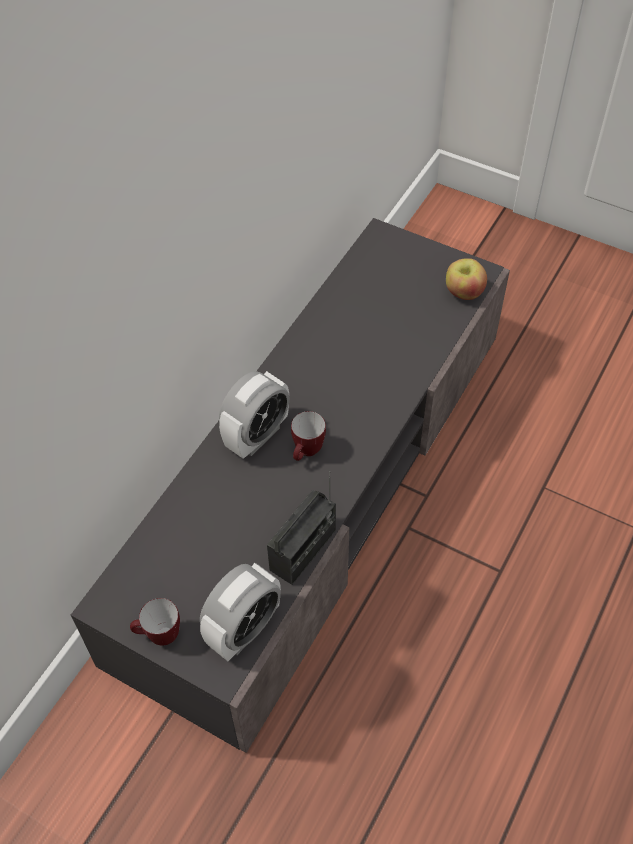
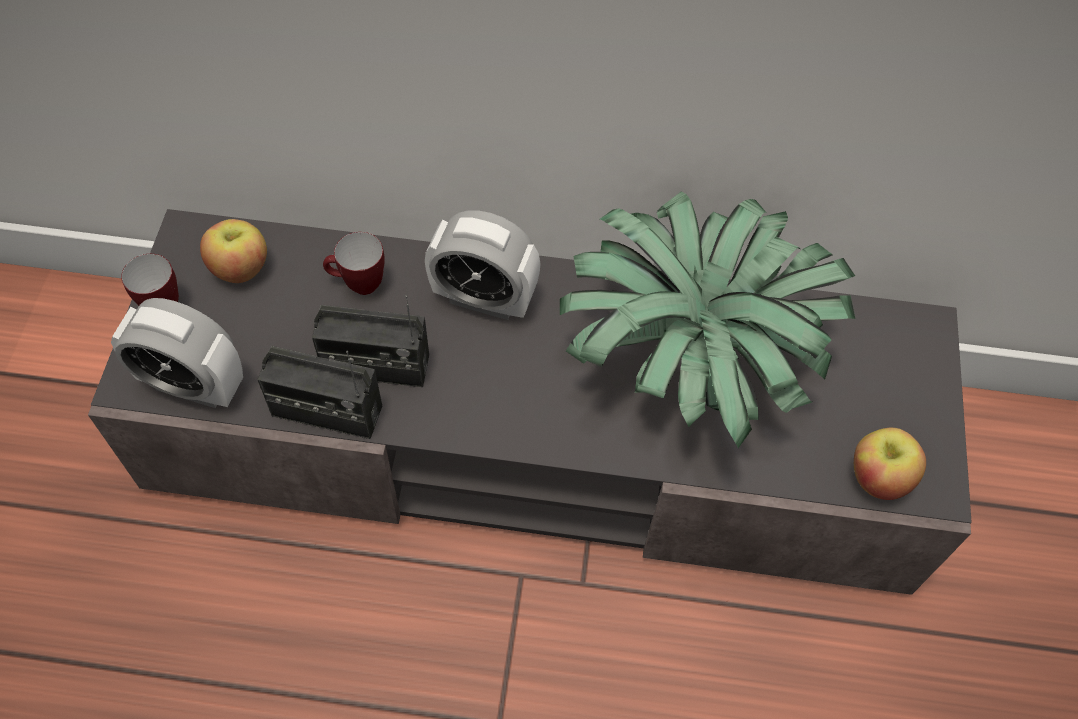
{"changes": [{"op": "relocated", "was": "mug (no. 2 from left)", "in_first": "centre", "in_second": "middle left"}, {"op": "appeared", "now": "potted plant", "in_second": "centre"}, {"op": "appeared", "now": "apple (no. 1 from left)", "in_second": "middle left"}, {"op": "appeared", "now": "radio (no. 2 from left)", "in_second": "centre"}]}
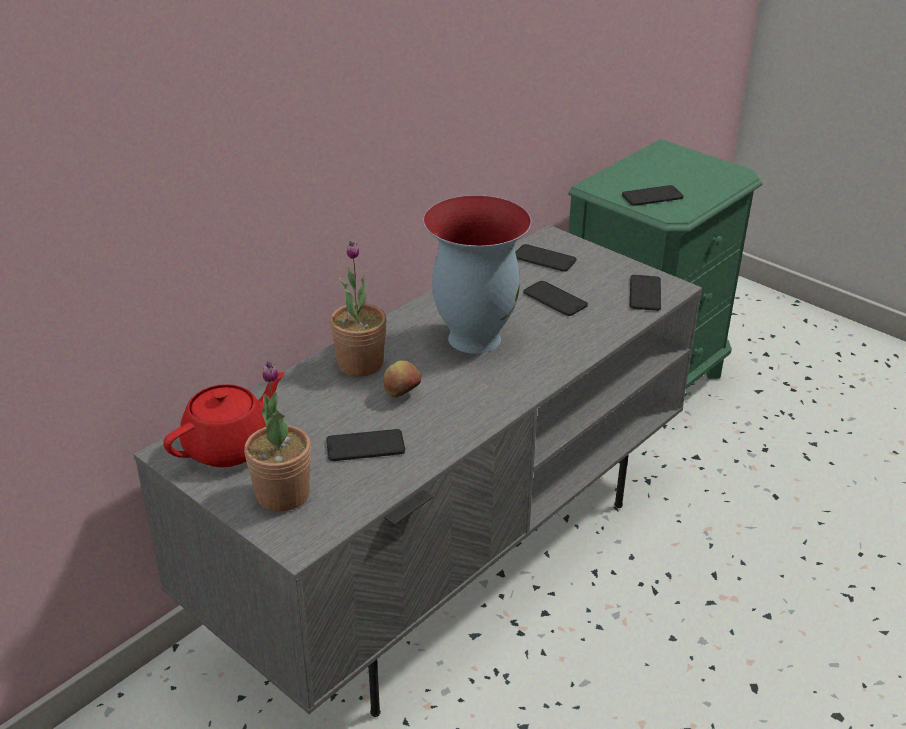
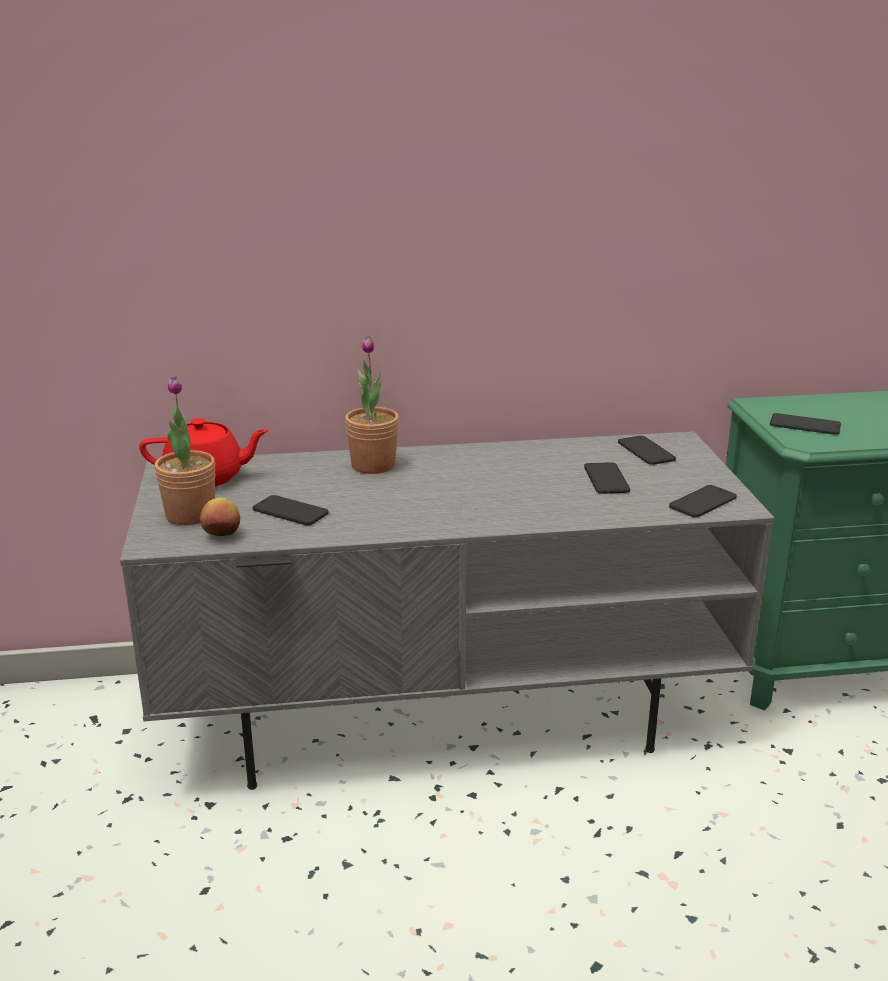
{"changes": [{"op": "missing", "was": "vase", "in_first": "centre"}, {"op": "relocated", "was": "apple", "in_first": "centre", "in_second": "middle left"}]}
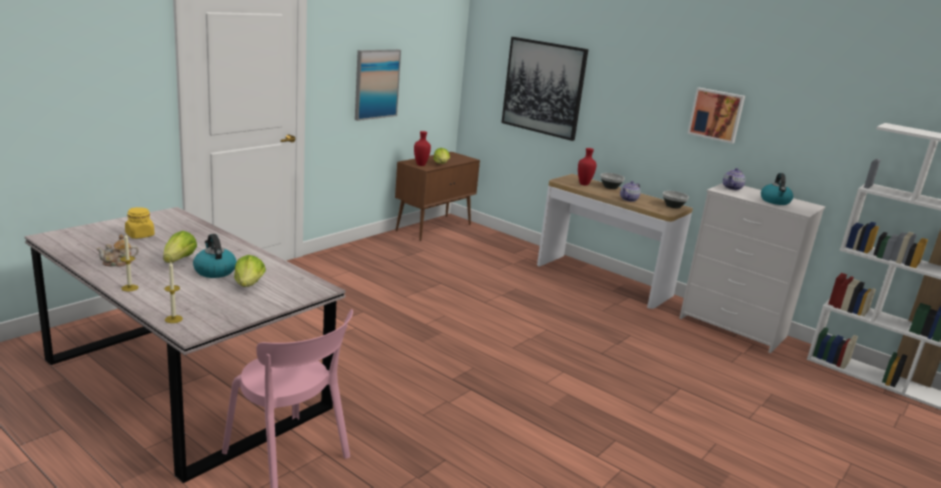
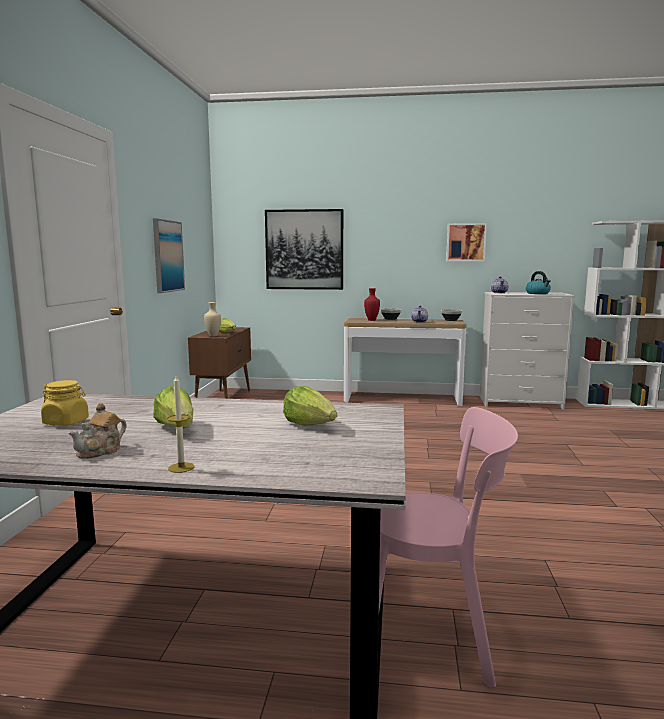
{"changes": [{"op": "colour", "was": "vase/red (no. 1 from left)", "now": "vase/beige", "in_first": "top centre", "in_second": "middle left"}, {"op": "missing", "was": "kettle (no. 1 from left)", "in_first": "middle left"}, {"op": "missing", "was": "candle (no. 2 from left)", "in_first": "middle left"}]}
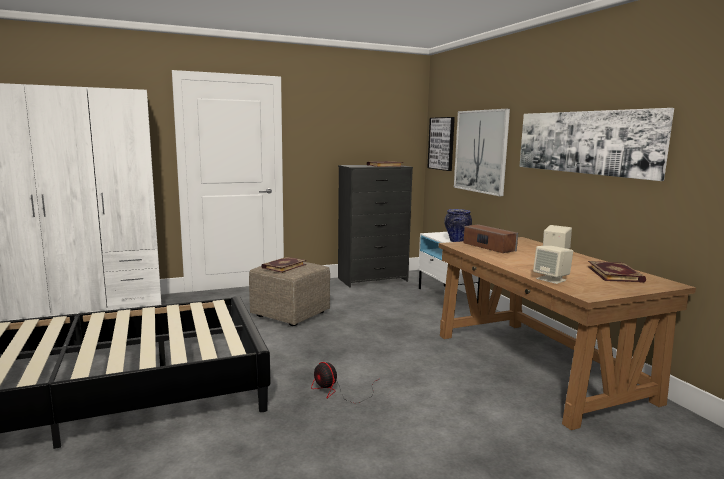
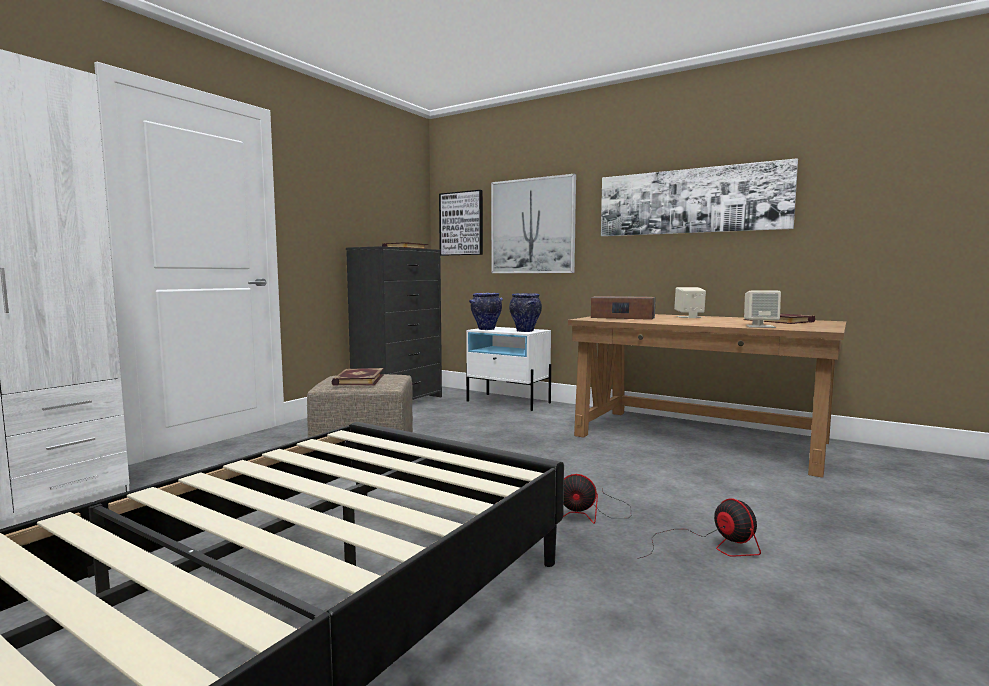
{"changes": [{"op": "appeared", "now": "vase (no. 1 from left)", "in_second": "centre"}, {"op": "appeared", "now": "fan (no. 2 from left)", "in_second": "bottom right"}]}
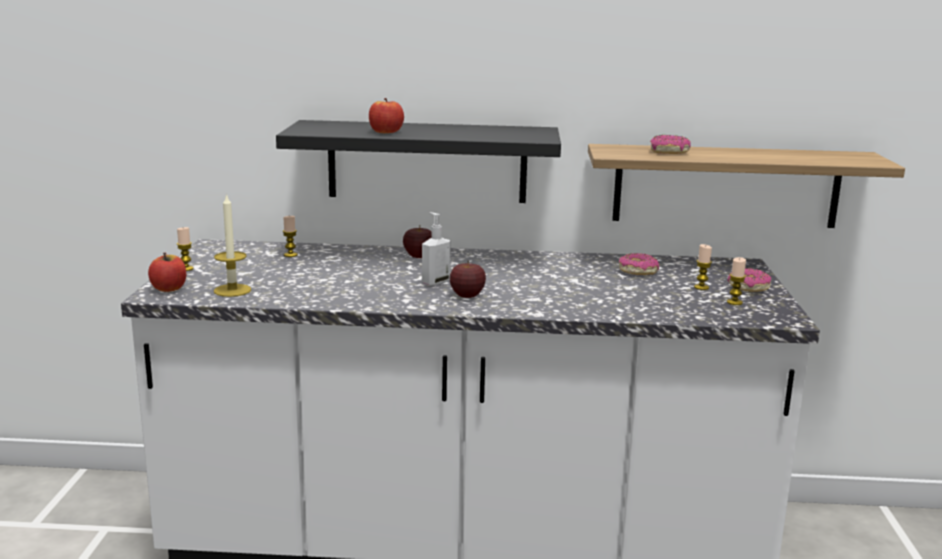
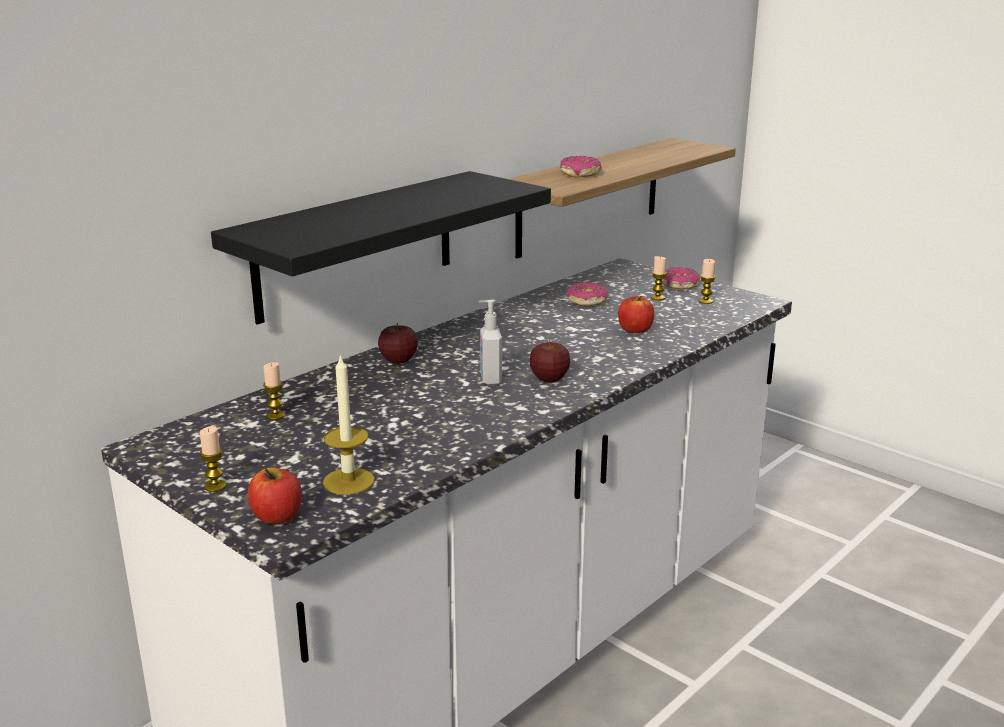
{"changes": [{"op": "relocated", "was": "apple (no. 2 from left in the first image)", "now": "apple (no. 4 from left)", "in_first": "top centre", "in_second": "centre"}]}
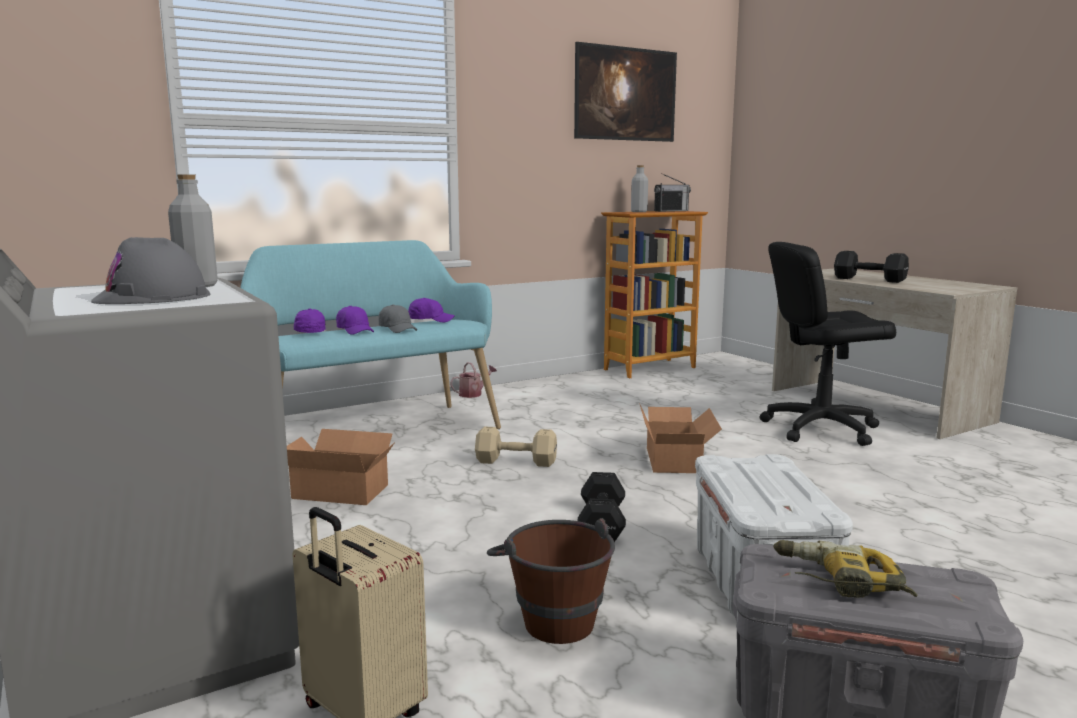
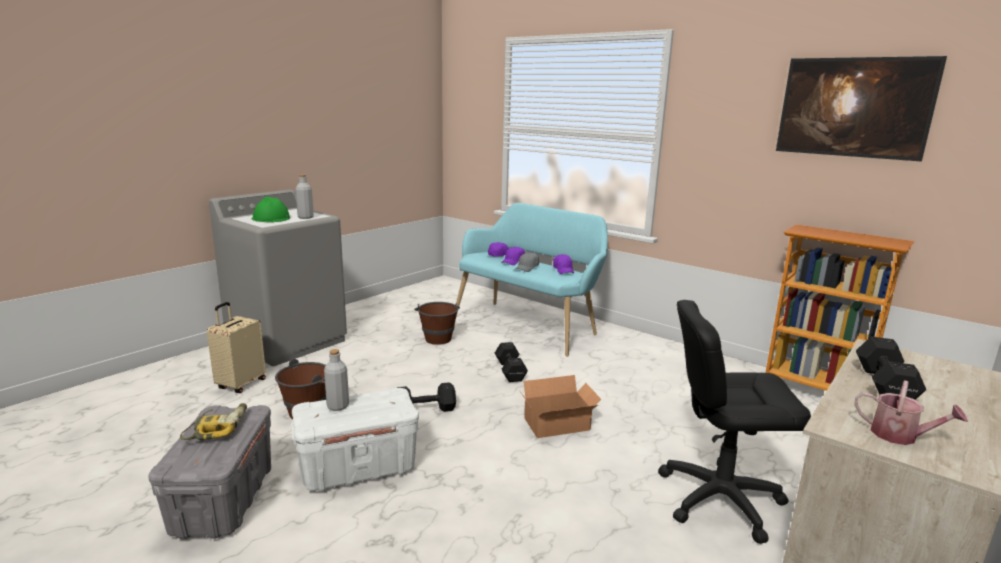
{"changes": [{"op": "relocated", "was": "bottle/grey (no. 2 from left)", "in_first": "top centre", "in_second": "bottom centre"}, {"op": "missing", "was": "radio", "in_first": "top centre"}, {"op": "colour", "was": "hard hat/grey", "now": "hard hat/green", "in_first": "middle left", "in_second": "middle left"}, {"op": "spun", "was": "office chair/black", "in_first": "middle right", "in_second": "bottom right", "clockwise": -60}, {"op": "relocated", "was": "watering can", "in_first": "centre", "in_second": "bottom right"}, {"op": "colour", "was": "dumbbell/beige", "now": "dumbbell/black (no. 2 from left)", "in_first": "centre", "in_second": "centre"}, {"op": "exchanged", "was": "cardboard box (no. 1 from left)", "now": "bucket/brown (no. 2 from left)", "in_first": "middle left", "in_second": "centre"}]}
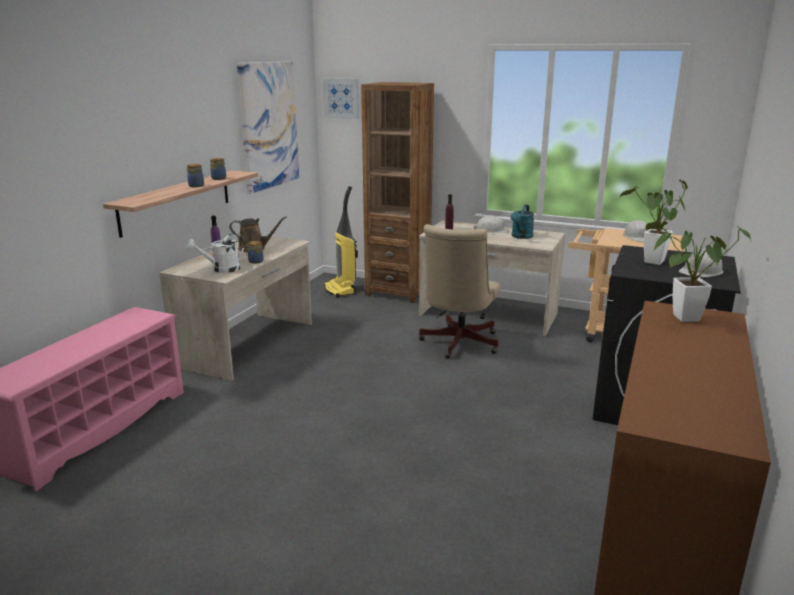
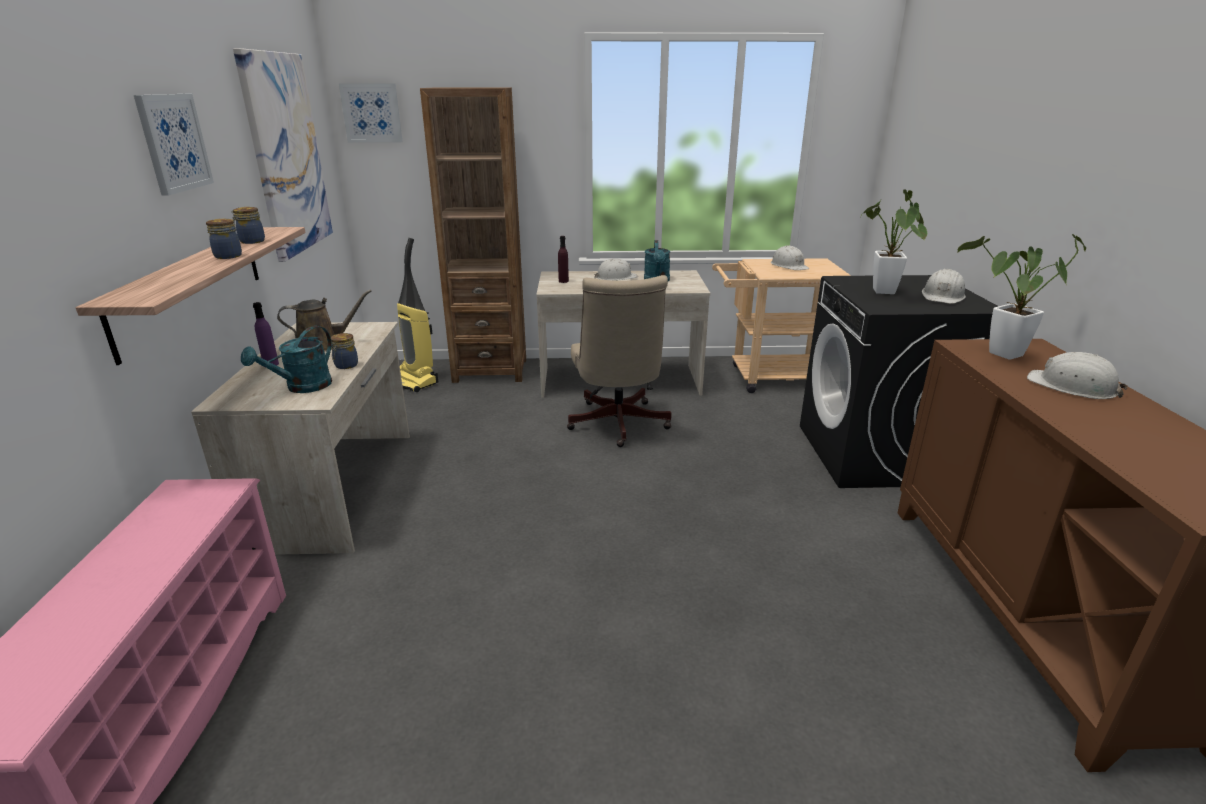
{"changes": [{"op": "colour", "was": "watering can/white", "now": "watering can/turquoise (no. 1 from left)", "in_first": "middle left", "in_second": "middle left"}, {"op": "appeared", "now": "picture (no. 1 from left)", "in_second": "top left"}, {"op": "appeared", "now": "hard hat/white (no. 4 from left)", "in_second": "middle right"}]}
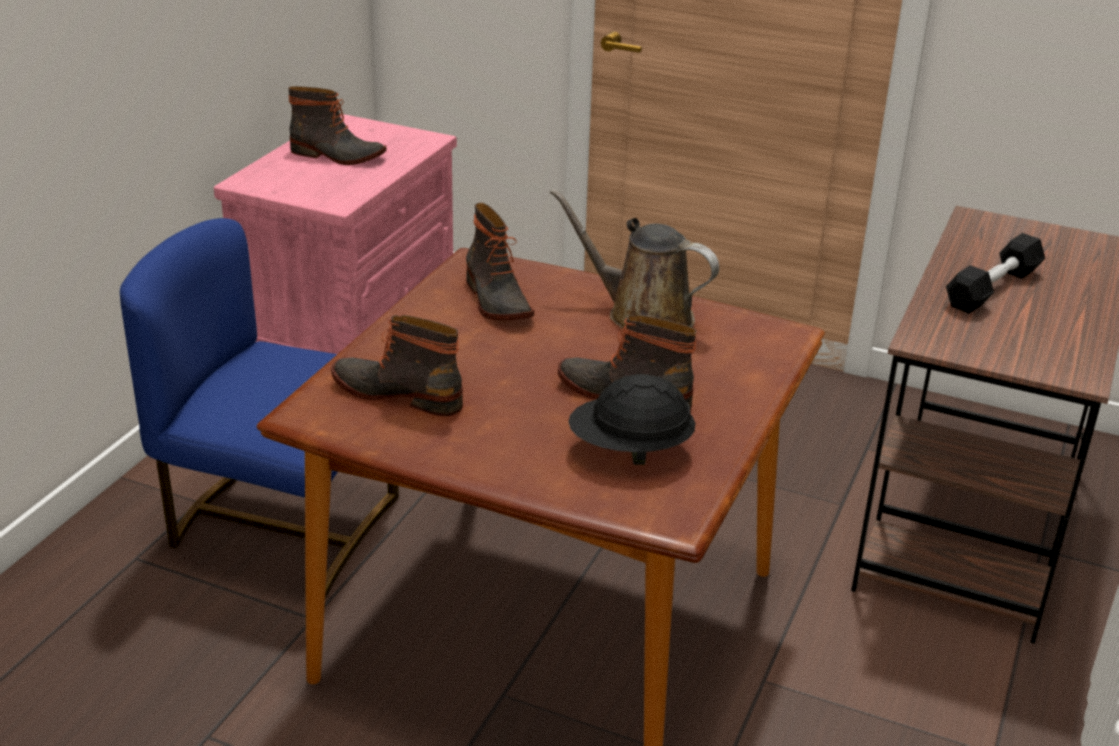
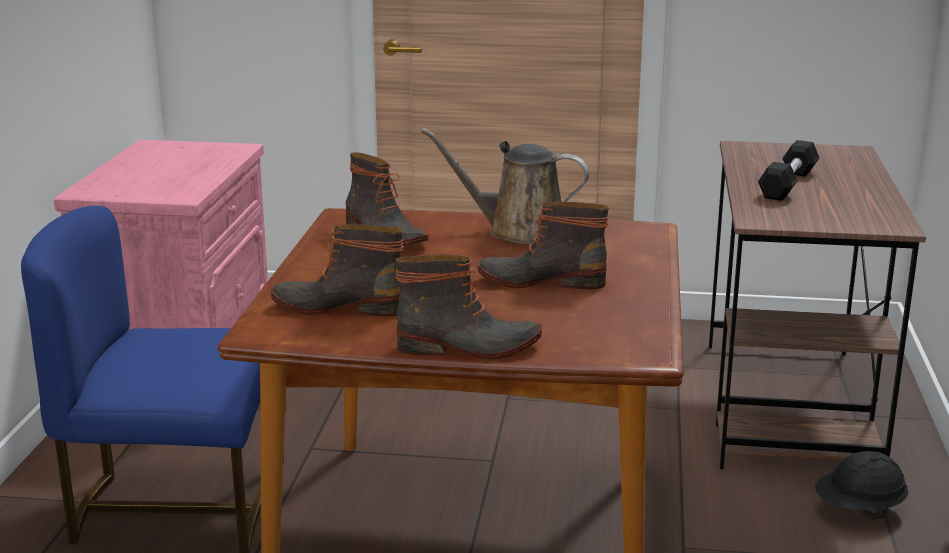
{"changes": [{"op": "relocated", "was": "boot (no. 1 from left in the first image)", "now": "boot (no. 3 from left)", "in_first": "top left", "in_second": "centre"}, {"op": "relocated", "was": "hard hat/black", "in_first": "centre", "in_second": "bottom right"}]}
